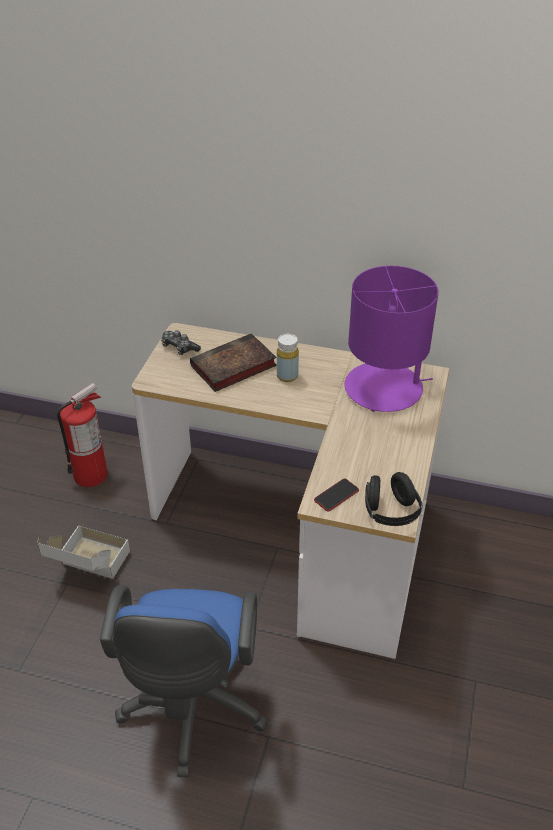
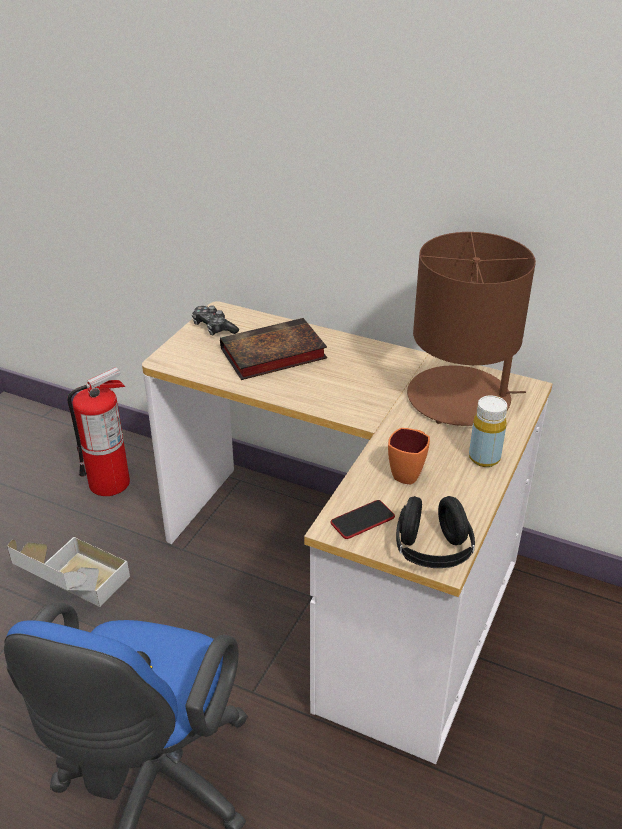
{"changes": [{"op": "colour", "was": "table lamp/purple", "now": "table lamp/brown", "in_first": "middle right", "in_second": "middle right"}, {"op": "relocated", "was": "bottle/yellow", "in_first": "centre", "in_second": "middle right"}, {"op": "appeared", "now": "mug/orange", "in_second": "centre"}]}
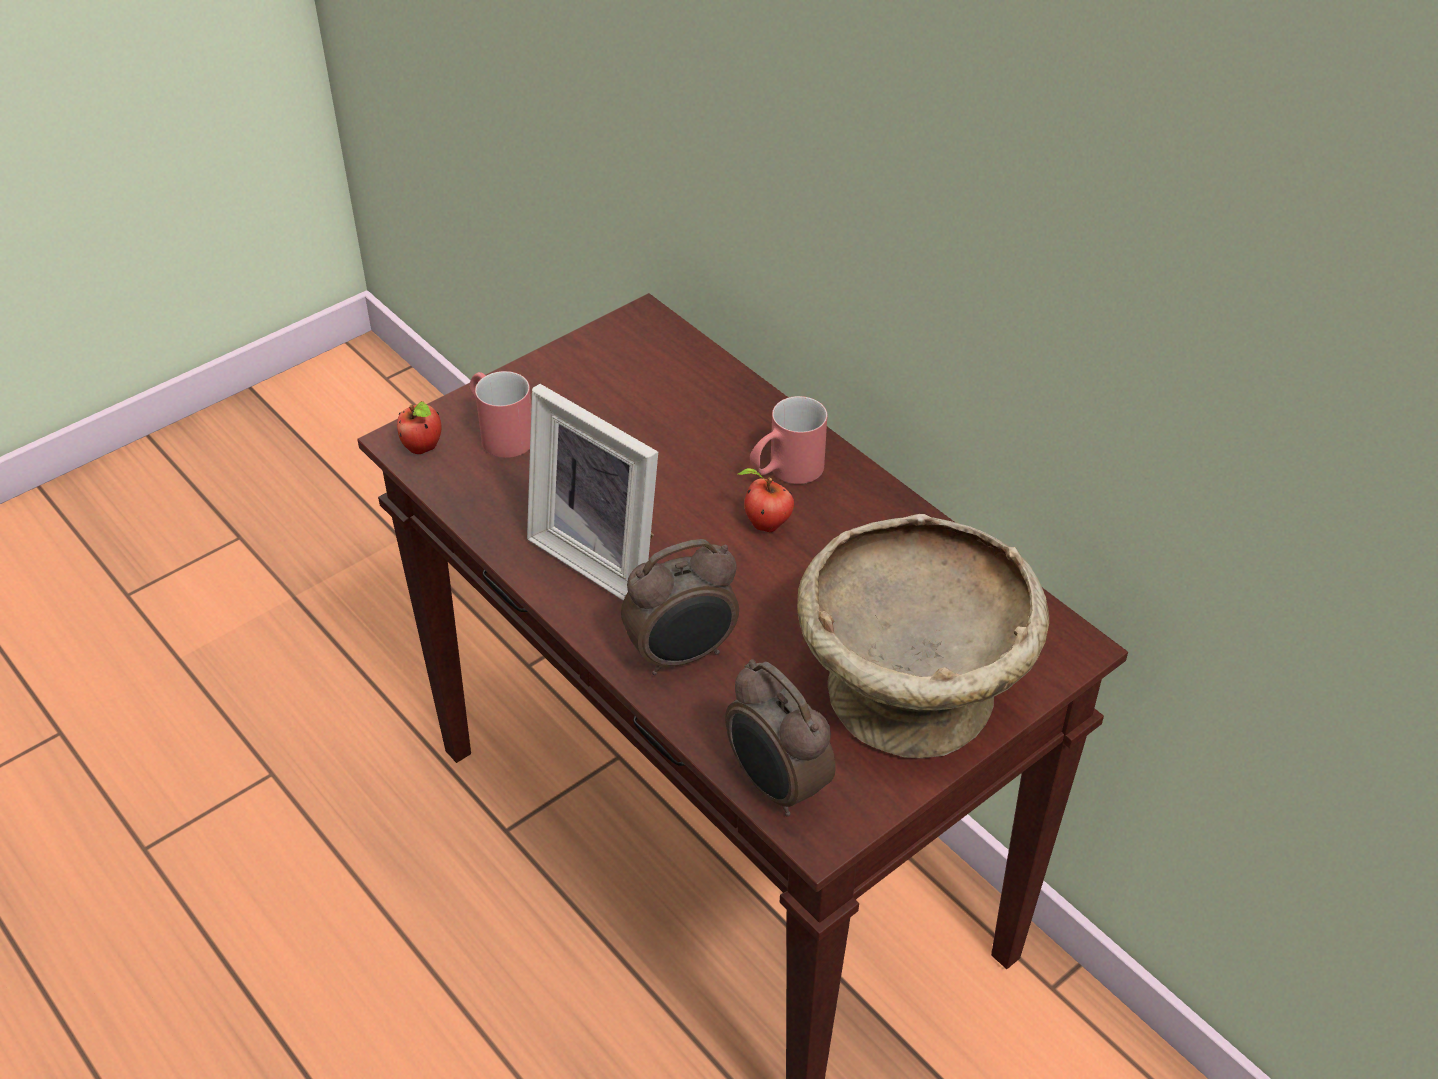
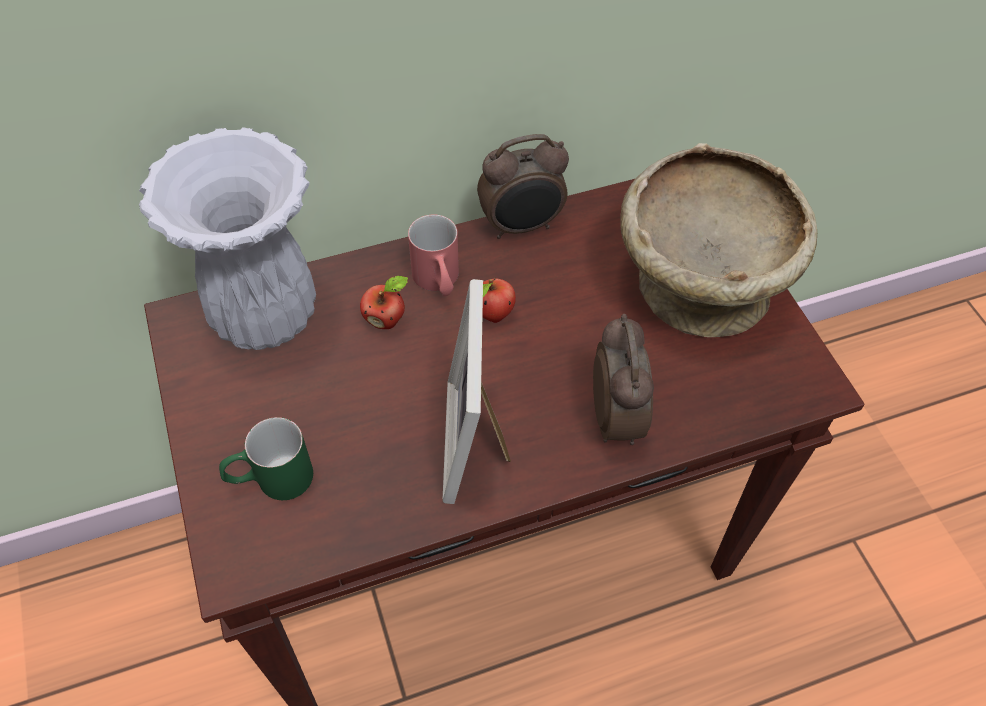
{"changes": [{"op": "colour", "was": "mug/red (no. 1 from left)", "now": "mug/green", "in_first": "centre", "in_second": "middle left"}, {"op": "spun", "was": "picture frame", "in_first": "centre", "in_second": "centre", "clockwise": 120}, {"op": "relocated", "was": "apple (no. 1 from left)", "in_first": "middle left", "in_second": "centre"}, {"op": "relocated", "was": "alarm clock (no. 2 from left in the first image)", "now": "alarm clock (no. 1 from left)", "in_first": "bottom centre", "in_second": "top centre"}, {"op": "appeared", "now": "vase/white", "in_second": "middle left"}]}
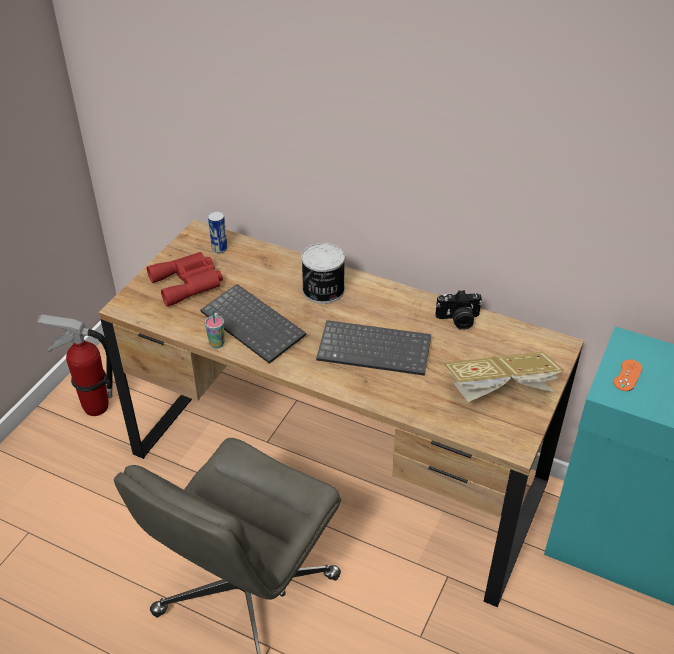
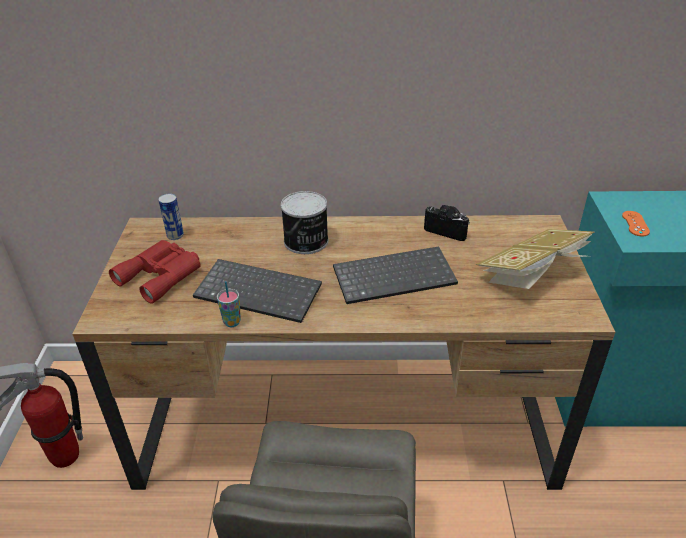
{"changes": [{"op": "spun", "was": "photo camera", "in_first": "middle right", "in_second": "centre", "clockwise": -120}]}
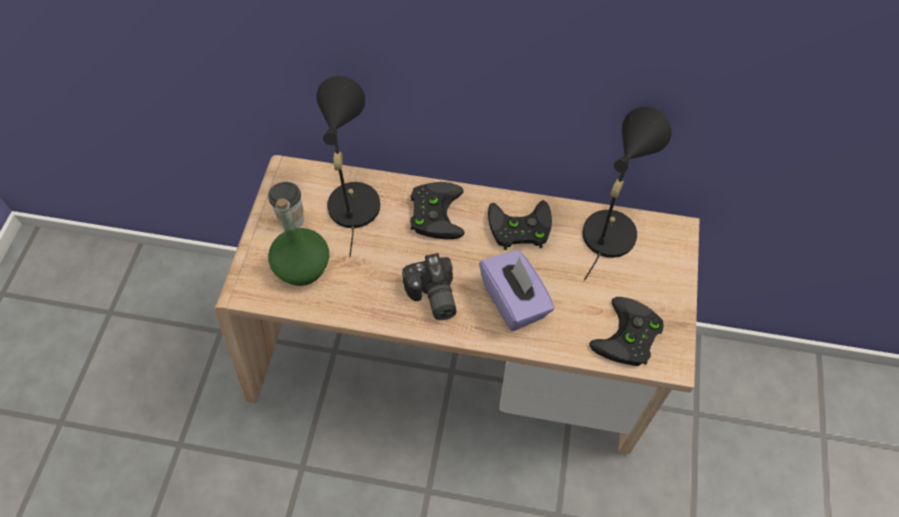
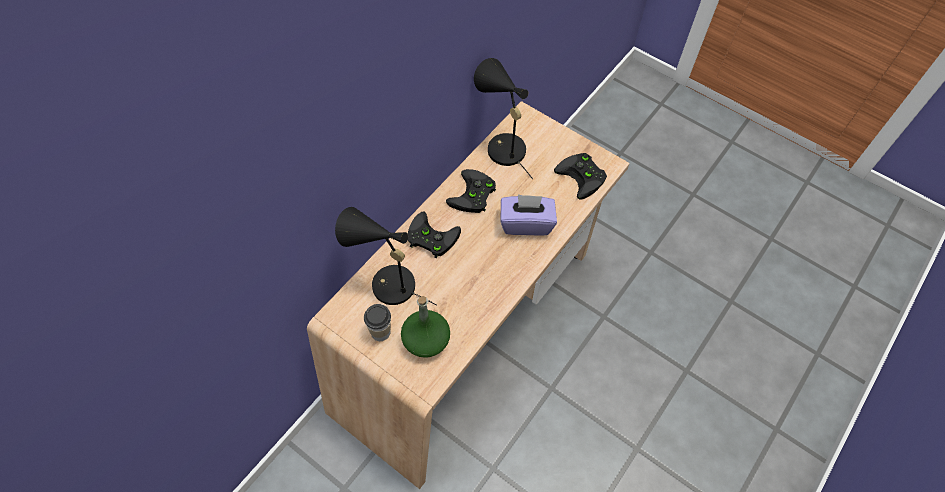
{"changes": [{"op": "missing", "was": "photo camera", "in_first": "centre"}]}
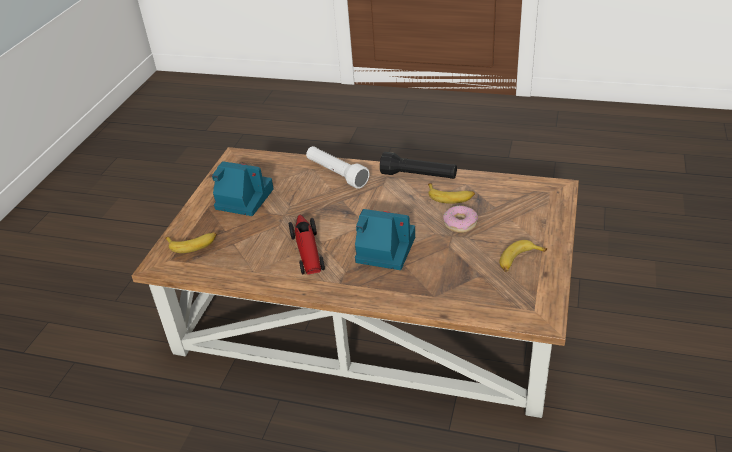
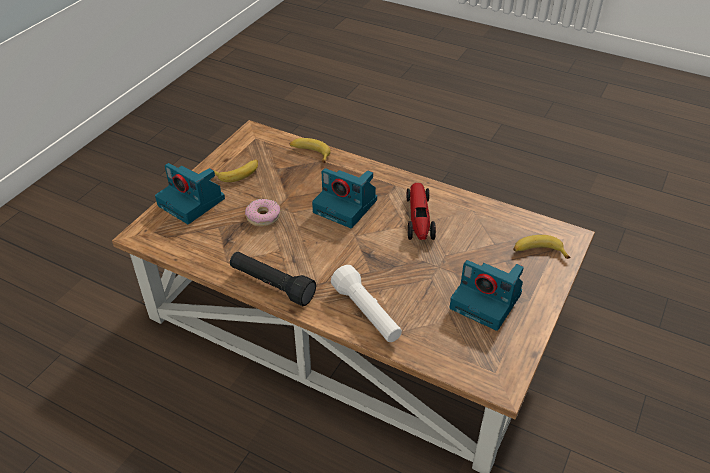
{"changes": [{"op": "relocated", "was": "banana (no. 2 from left)", "in_first": "centre", "in_second": "top centre"}, {"op": "appeared", "now": "photo camera (no. 1 from left)", "in_second": "middle left"}]}
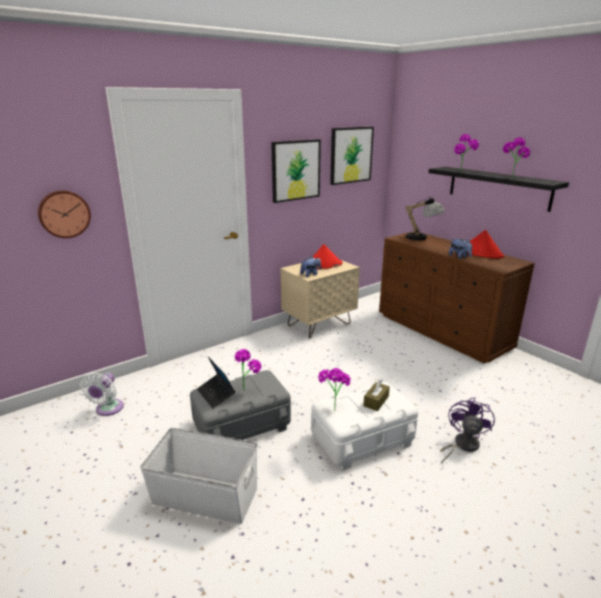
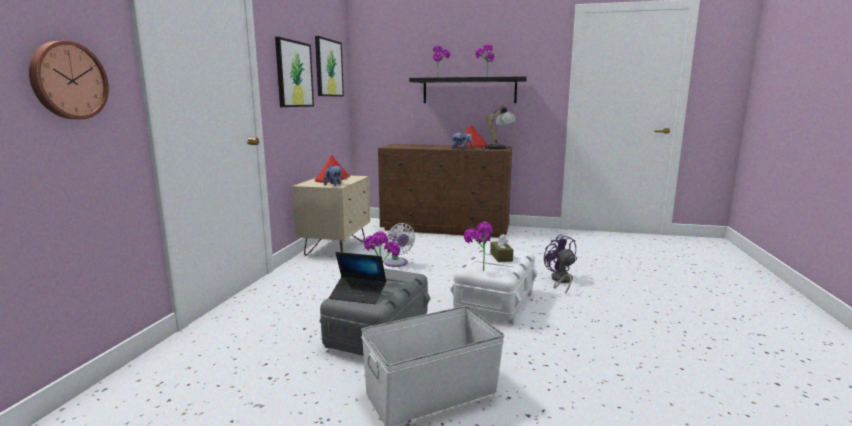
{"changes": [{"op": "relocated", "was": "table lamp", "in_first": "middle right", "in_second": "top centre"}, {"op": "relocated", "was": "fan/white", "in_first": "middle left", "in_second": "centre"}]}
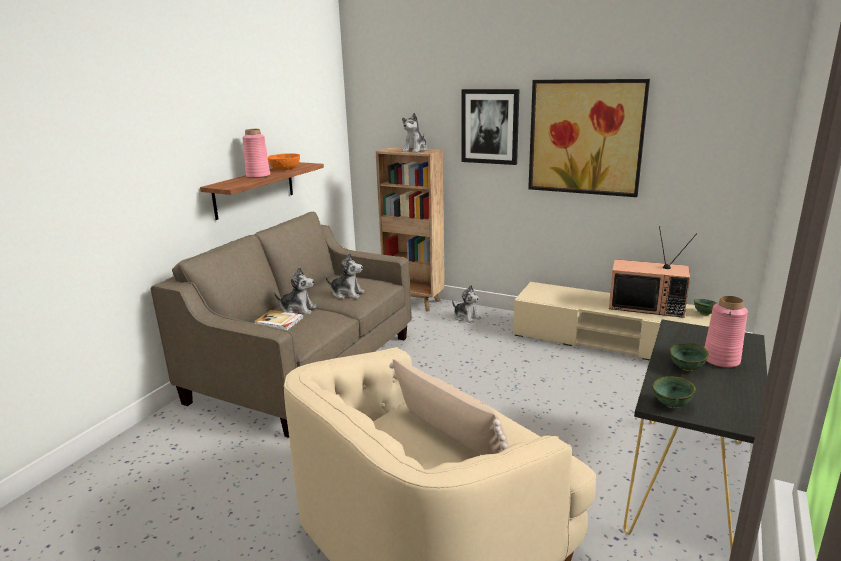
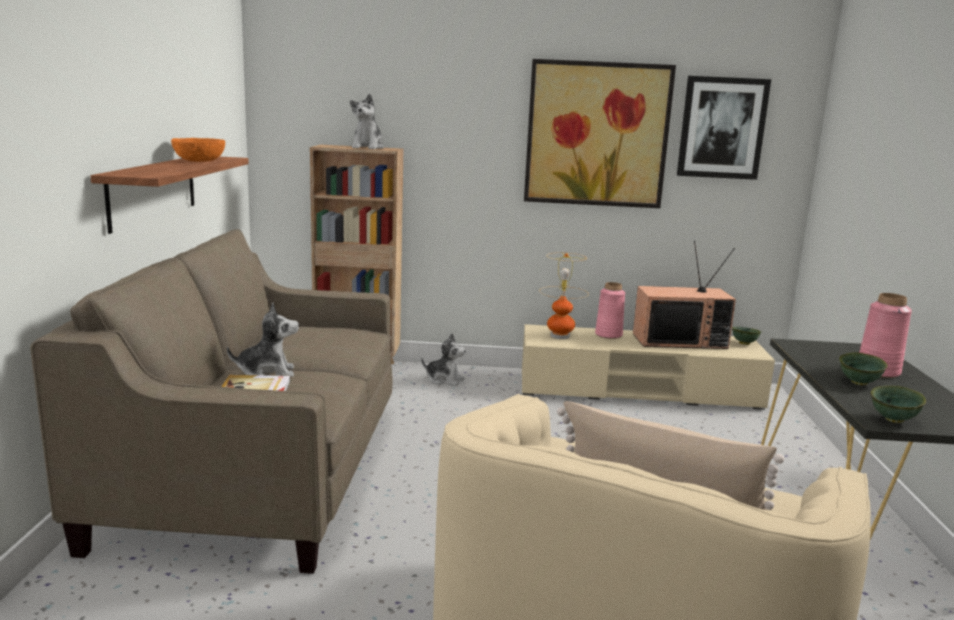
{"changes": [{"op": "relocated", "was": "picture (no. 1 from left in the first image)", "now": "picture (no. 2 from left)", "in_first": "top centre", "in_second": "top right"}, {"op": "relocated", "was": "vase/pink (no. 1 from left)", "in_first": "top left", "in_second": "centre"}, {"op": "missing", "was": "plush toy (no. 2 from left)", "in_first": "centre"}, {"op": "appeared", "now": "table lamp", "in_second": "centre"}]}
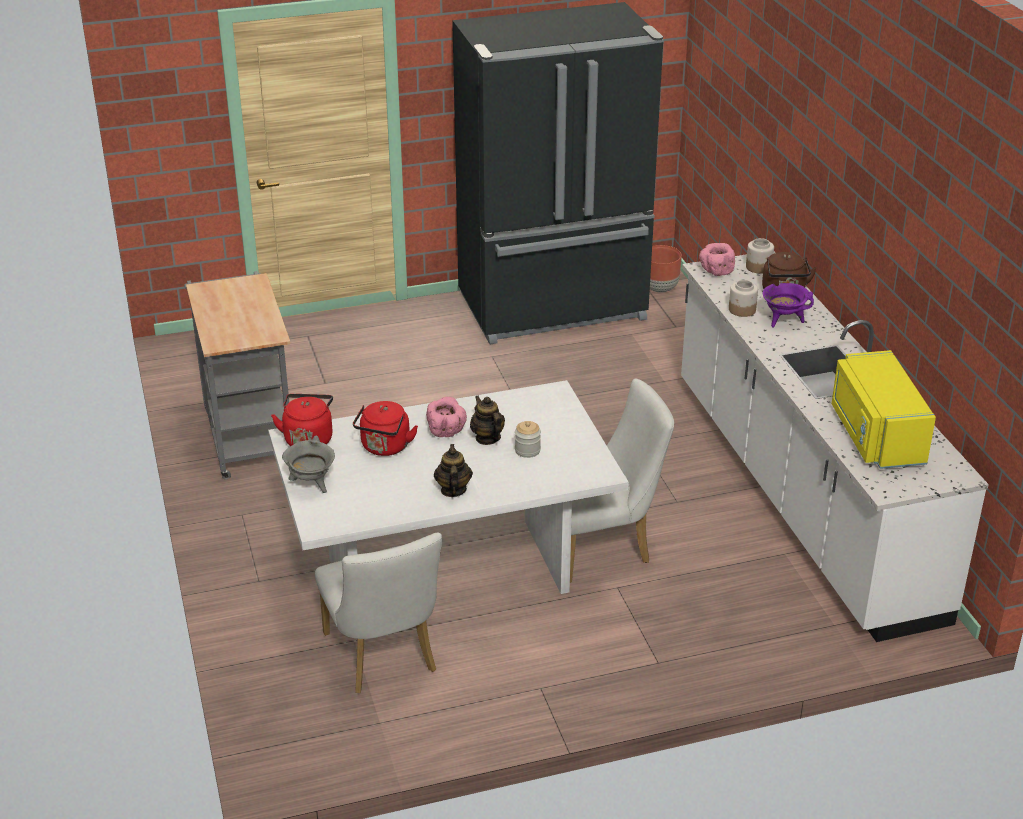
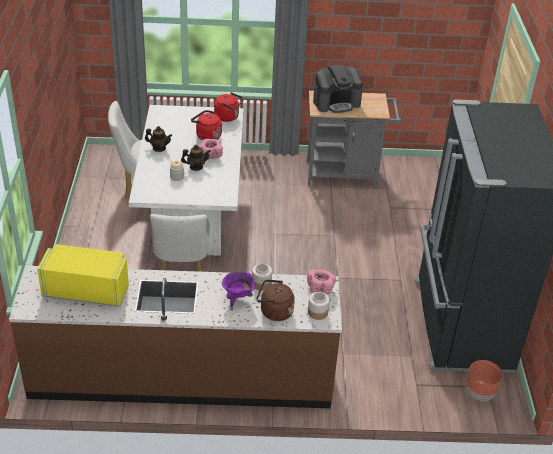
{"changes": [{"op": "colour", "was": "counter/white", "now": "counter/brown", "in_first": "middle right", "in_second": "bottom left"}, {"op": "missing", "was": "cooking pot/grey", "in_first": "middle left"}, {"op": "appeared", "now": "coffee machine", "in_second": "top centre"}]}
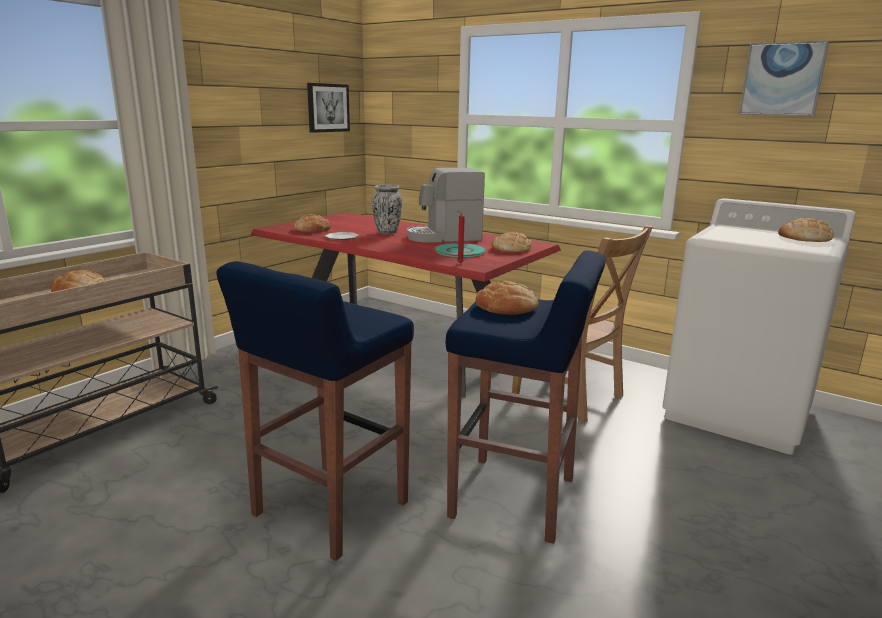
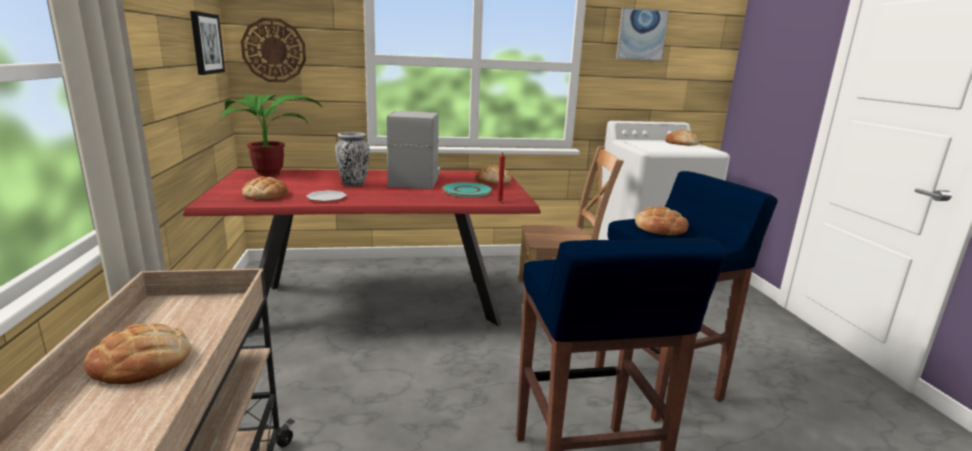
{"changes": [{"op": "spun", "was": "coffee machine", "in_first": "top centre", "in_second": "top centre", "clockwise": 150}, {"op": "appeared", "now": "wall clock", "in_second": "top left"}, {"op": "appeared", "now": "potted plant", "in_second": "top left"}]}
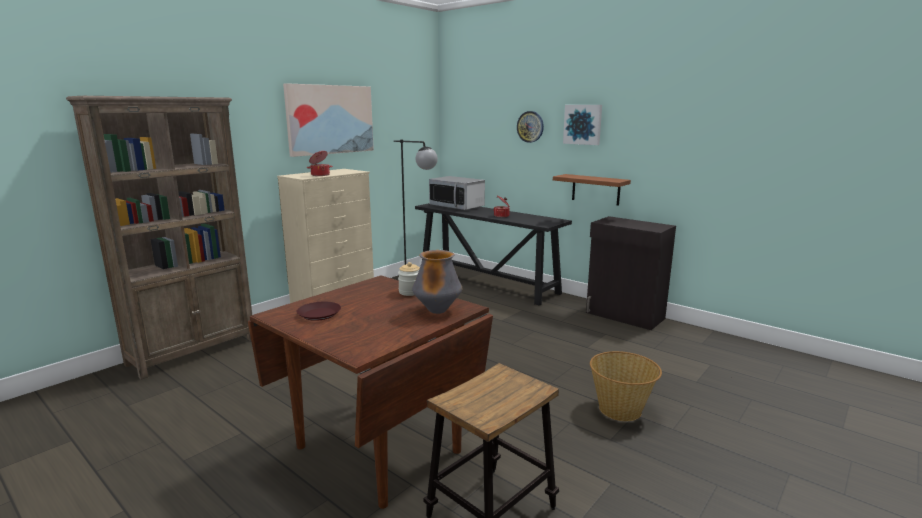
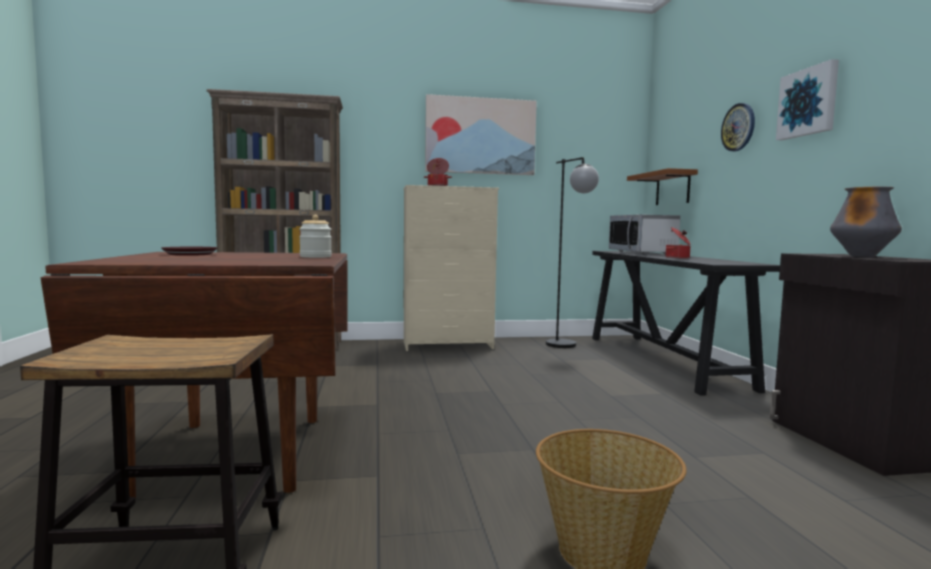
{"changes": [{"op": "relocated", "was": "shelf/brown", "in_first": "centre", "in_second": "top right"}, {"op": "relocated", "was": "vase", "in_first": "centre", "in_second": "middle right"}]}
